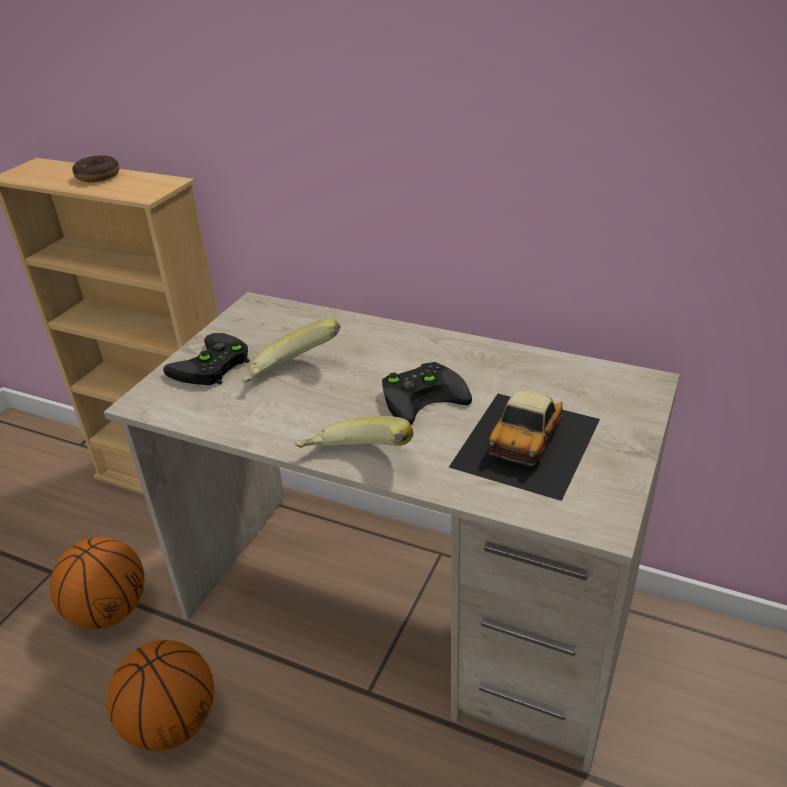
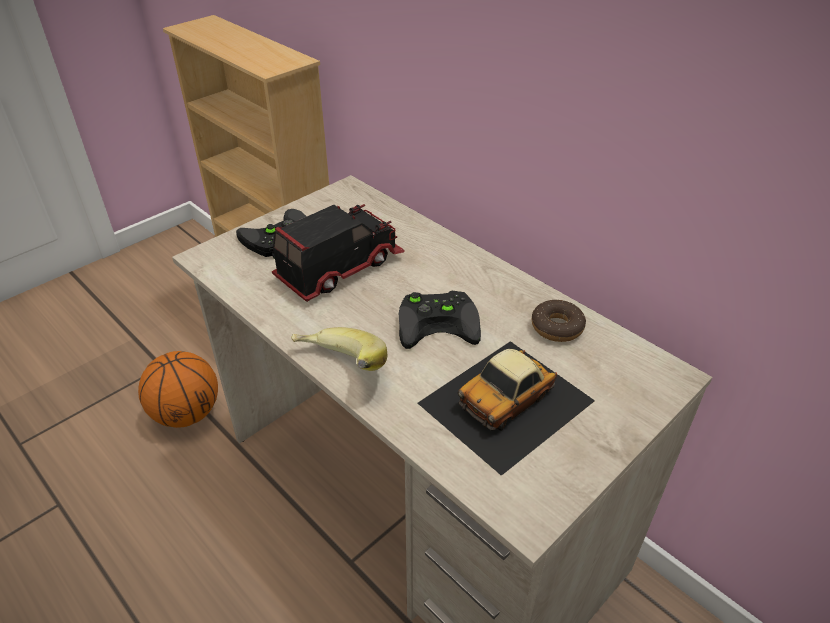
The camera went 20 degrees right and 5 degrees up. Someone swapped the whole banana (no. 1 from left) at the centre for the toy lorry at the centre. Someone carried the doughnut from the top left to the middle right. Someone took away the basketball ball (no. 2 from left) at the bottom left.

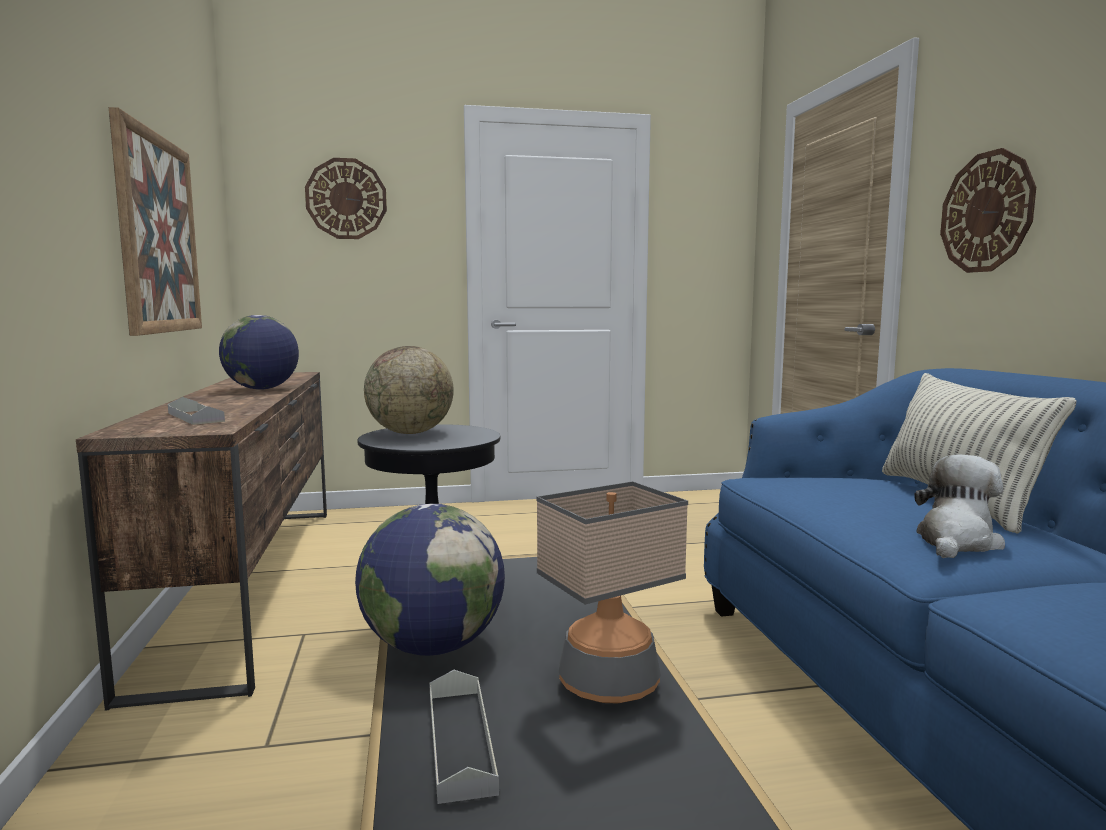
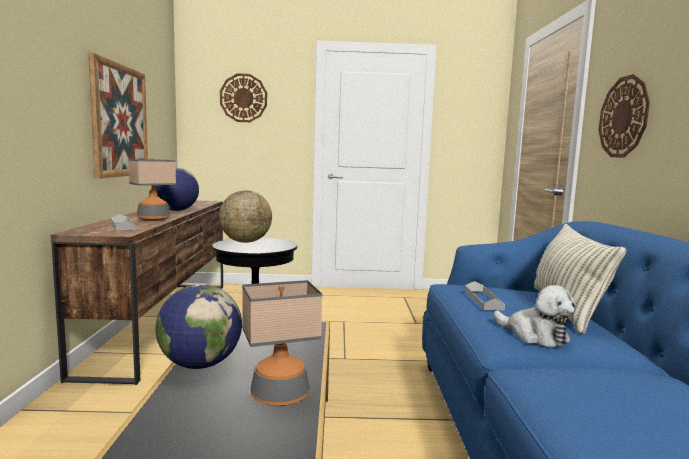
The camera went 10 degrees right and 0 degrees up. Someone put down the table lamp (no. 1 from left) at the middle left. Someone carried the serving tray in greyish (no. 2 from left) from the bottom centre to the middle right. Someone rotated the soft toy at the middle right by 90 degrees clockwise.

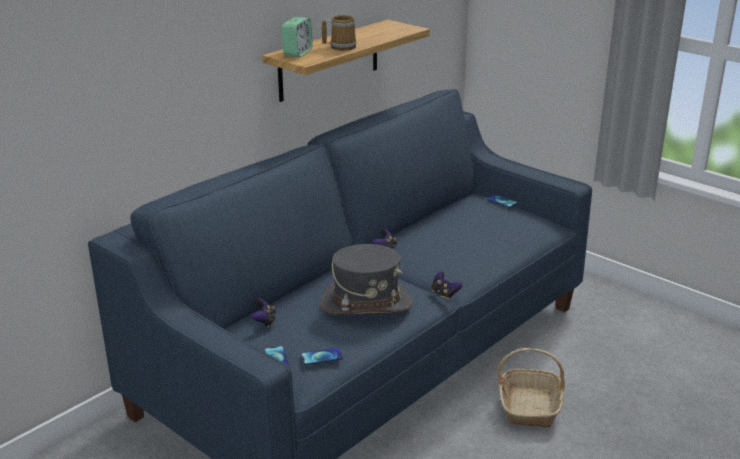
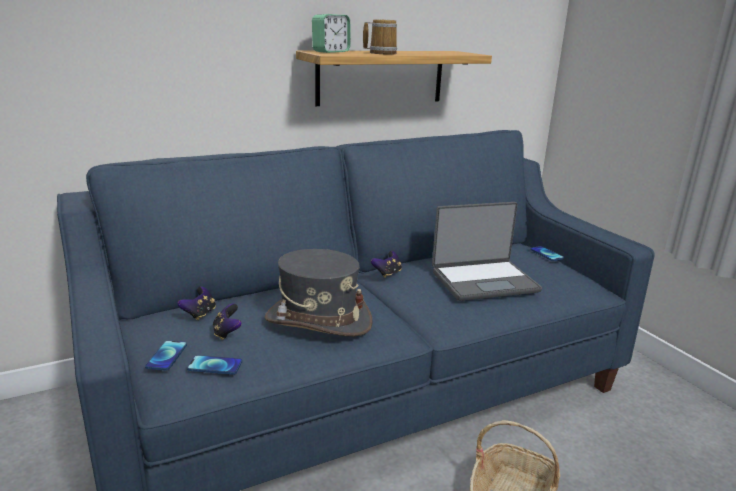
The camera went 20 degrees right and 5 degrees down. Someone carried the game controller (no. 3 from left in the first image) from the centre to the middle left. Someone put down the laptop at the centre.

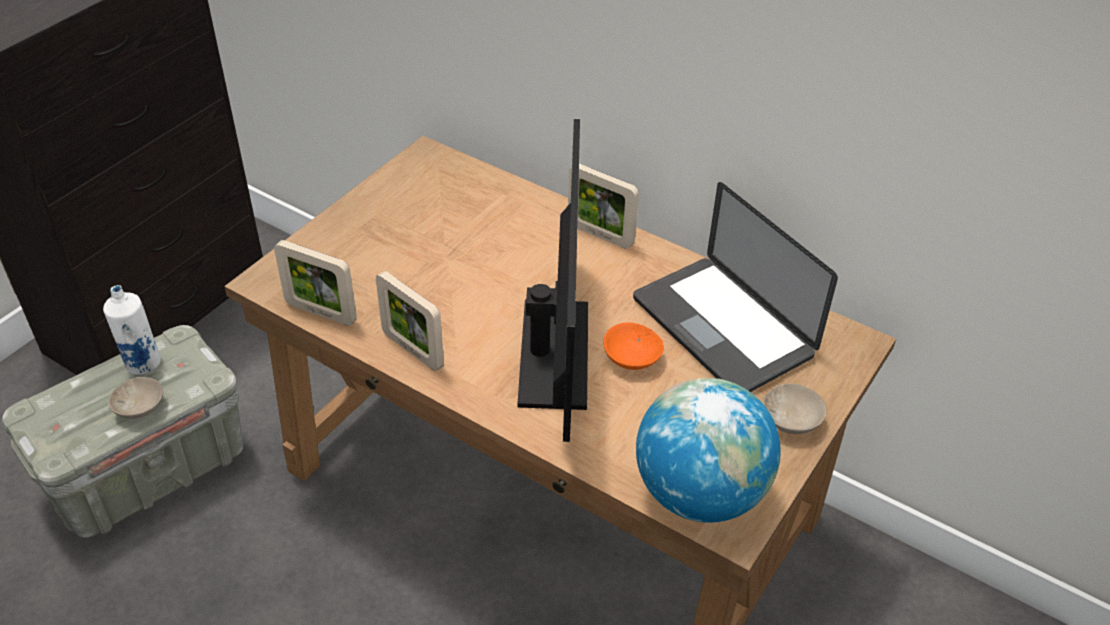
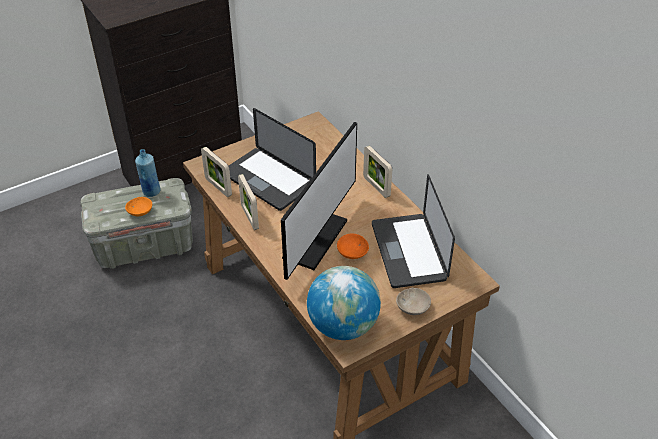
The camera went 25 degrees right and 0 degrees up. Someone repainted the serving bowl in sand-coloured (no. 1 from left) at the middle left, which became the serving bowl in orange-coloured (no. 1 from left) at the middle left. Someone repainted the drink bottle in white-coloured at the middle left, which became the drink bottle in blue-coloured at the middle left. Someone put down the laptop (no. 1 from left) at the centre.

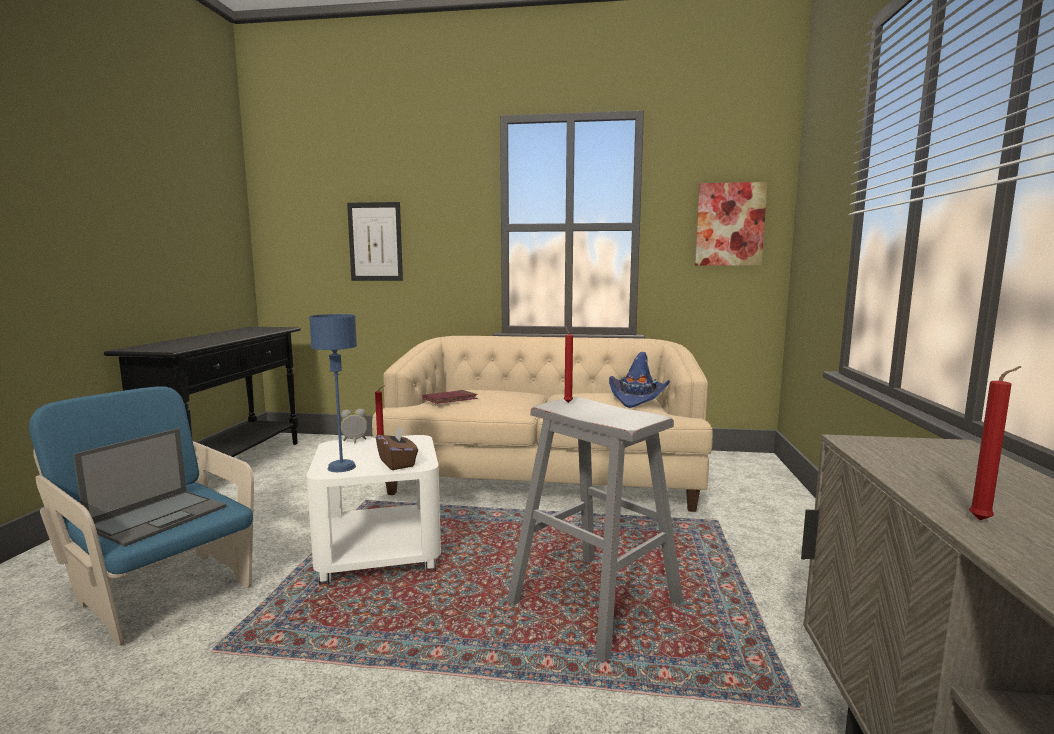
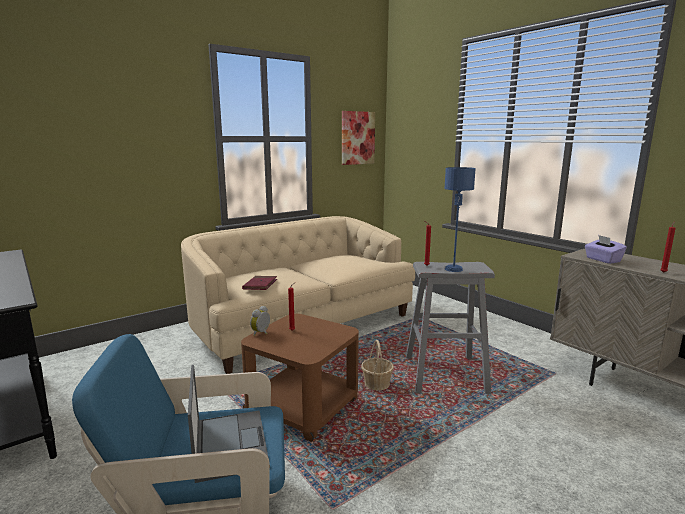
The camera went 45 degrees left and 5 degrees up. Someone repainted the accent table in white-coloured at the bottom centre, which became the accent table in brown-coloured at the bottom centre. Someone put down the household basket at the bottom centre. Someone carried the table lamp in blue-coloured from the middle left to the middle right. Someone put down the tissue holder in purple-coloured at the middle right. Someone took away the wall picture (no. 1 from left) at the top centre. Someone took away the tissue holder in brown-coloured at the centre. Someone took away the wearable hat in blue-coloured at the centre.

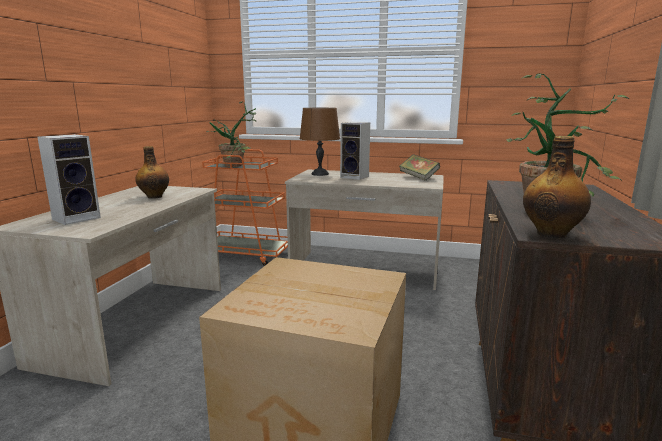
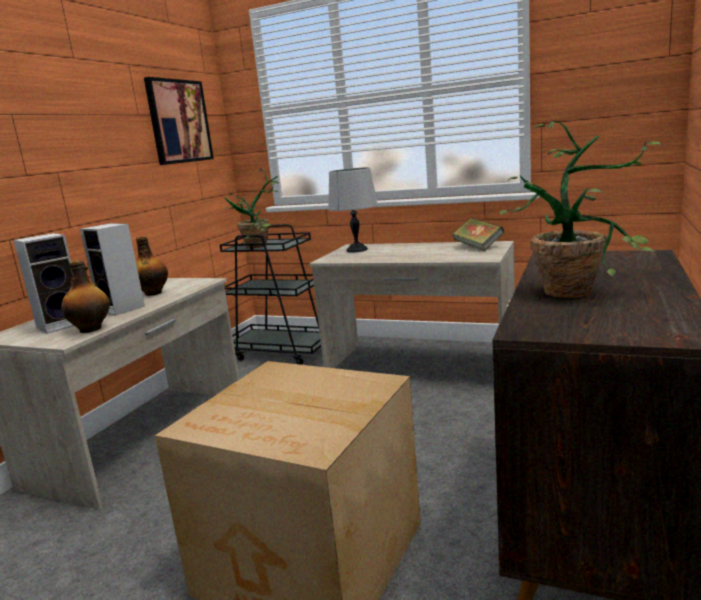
The camera went 10 degrees right and 0 degrees up. Someone carried the drink bottle (no. 2 from left in the first image) from the middle right to the middle left. Someone carried the audio speaker (no. 2 from left) from the centre to the middle left. Someone put up the wall picture at the top left. Someone repainted the cart in orange-coloured at the centre, which became the cart in black at the centre. Someone repainted the table lamp in brown-coloured at the top centre, which became the table lamp in greyish at the centre.

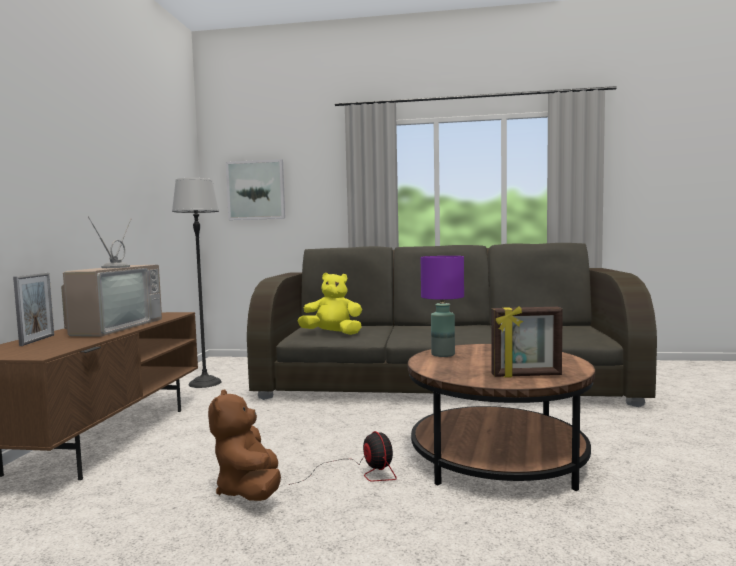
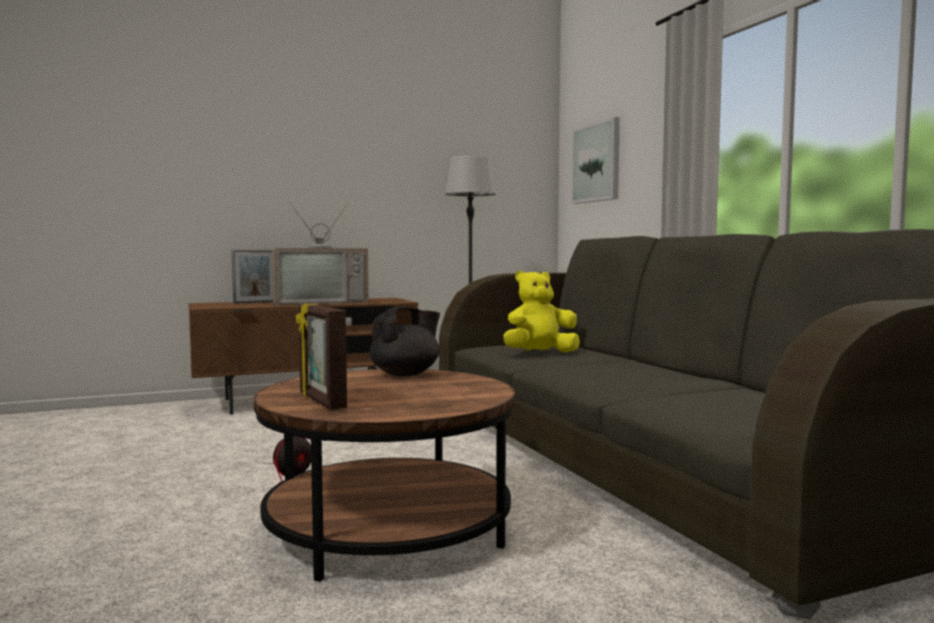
The camera went 60 degrees right and 0 degrees up. Someone swapped the table lamp in purple-coloured at the centre for the tea pot in black at the centre. Someone rotated the soft toy in yellowish at the centre by 90 degrees counterclockwise. Someone took away the soft toy in brown-coloured at the bottom left.

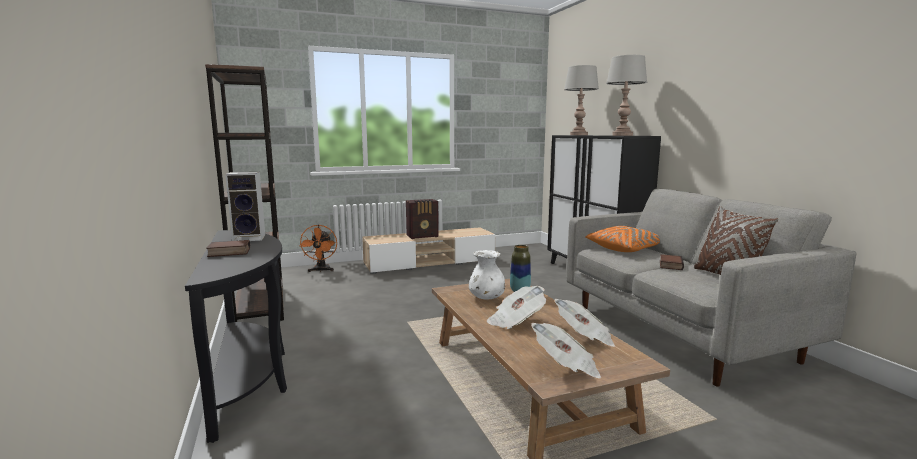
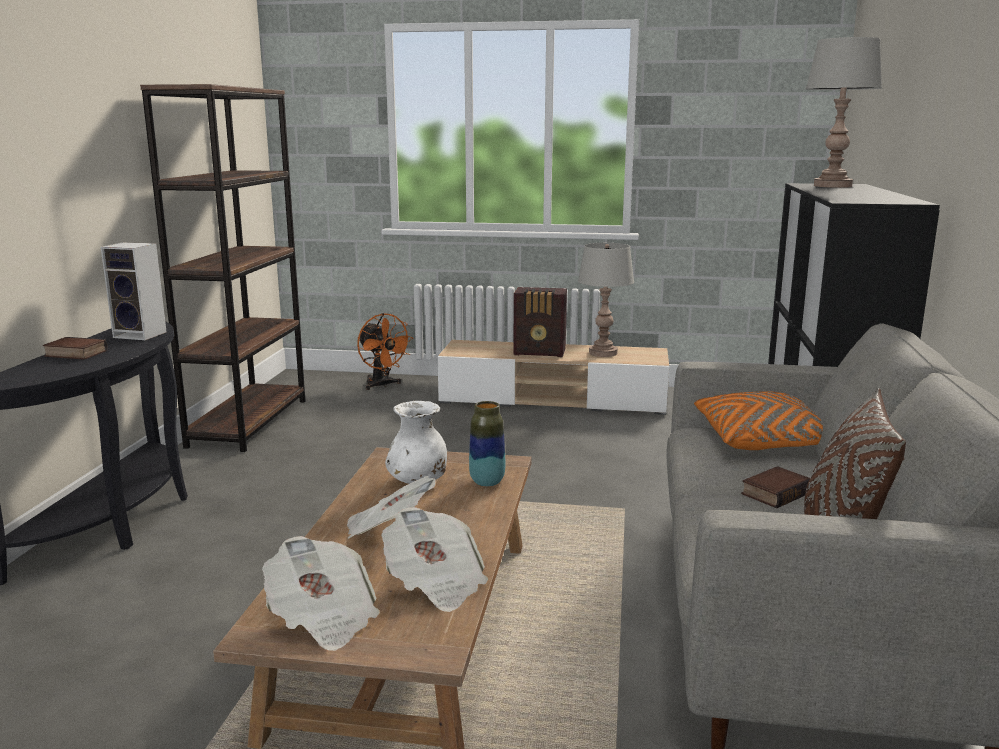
The camera went 30 degrees right and 5 degrees up. Someone rotated the fan in orange-coloured at the centre by 60 degrees counterclockwise. Someone carried the table lamp in greyish (no. 2 from left in the first image) from the top right to the centre.

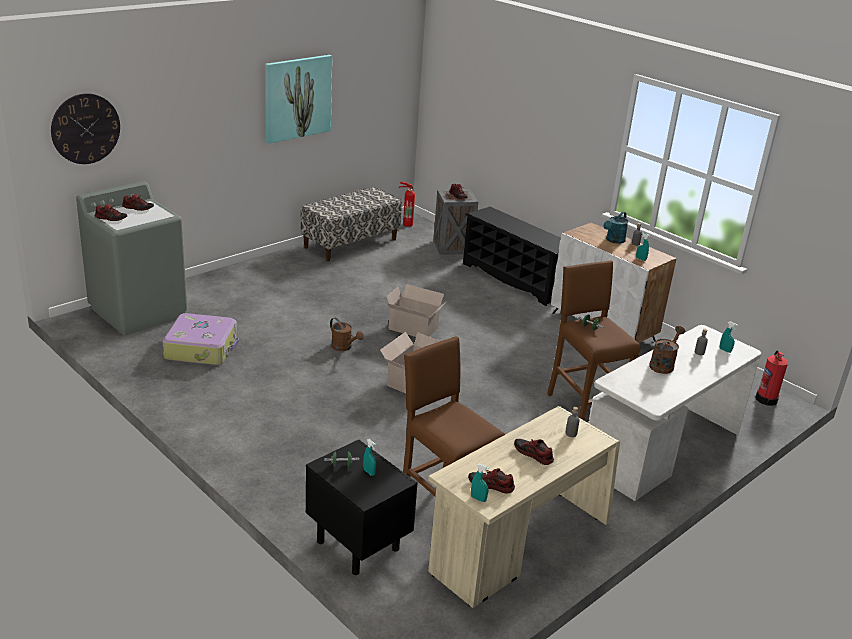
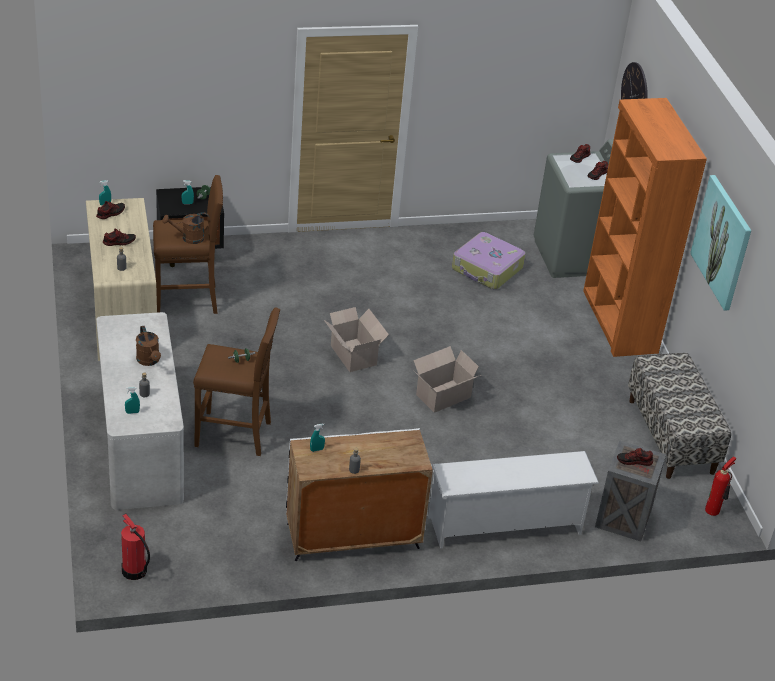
The camera went 120 degrees right and 10 degrees up. Someone carried the watering pot in brown-coloured (no. 1 from left in the first image) from the centre to the middle left. Someone repainted the shoe shelf in black at the centre, which became the shoe shelf in white-coloured at the bottom centre. Someone put down the bookcase in orange-coloured at the middle right. Someone took away the watering pot in turquoise at the middle right.

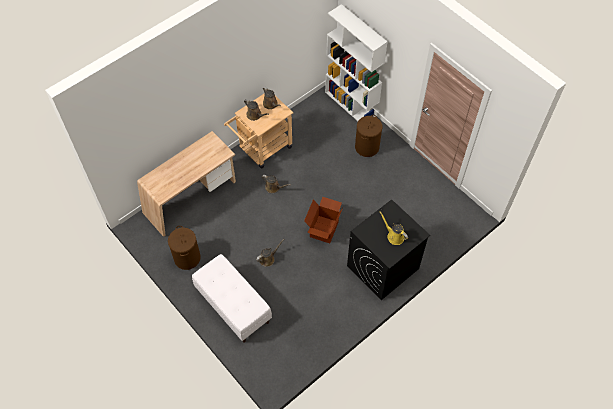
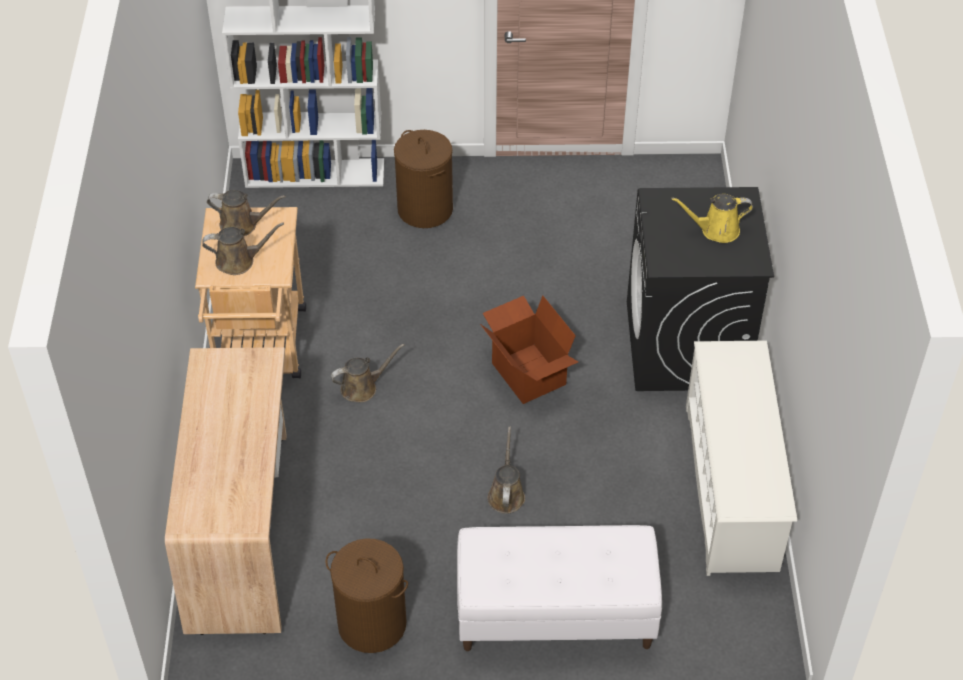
The camera went 50 degrees left and 10 degrees down. Someone put down the shoe shelf in white-coloured at the bottom right.

